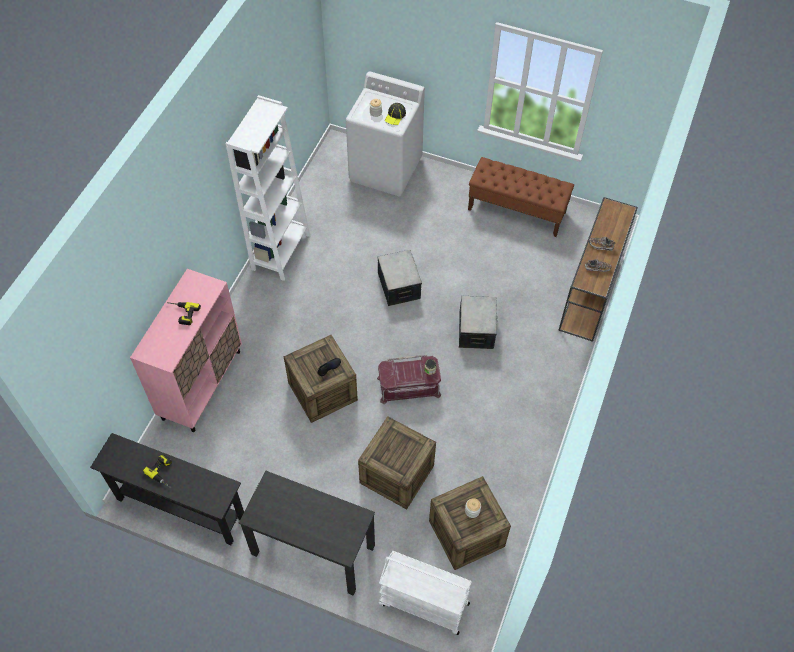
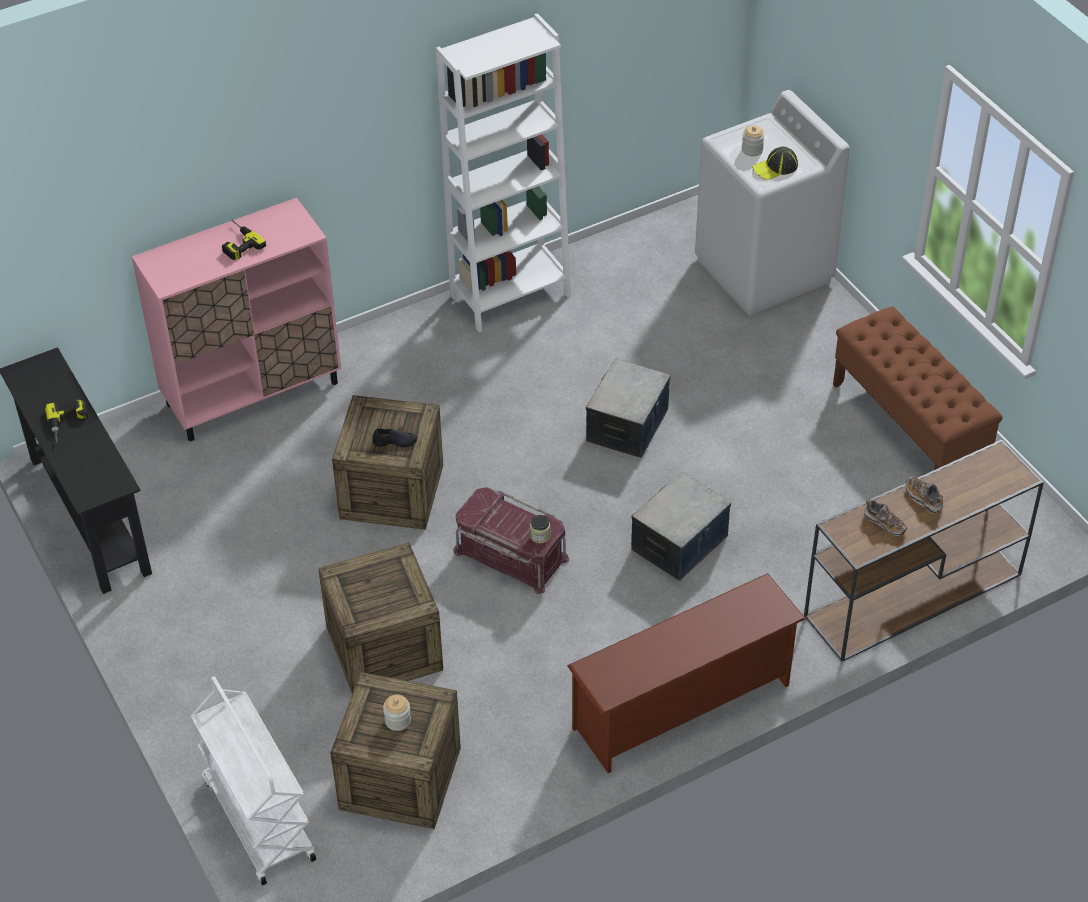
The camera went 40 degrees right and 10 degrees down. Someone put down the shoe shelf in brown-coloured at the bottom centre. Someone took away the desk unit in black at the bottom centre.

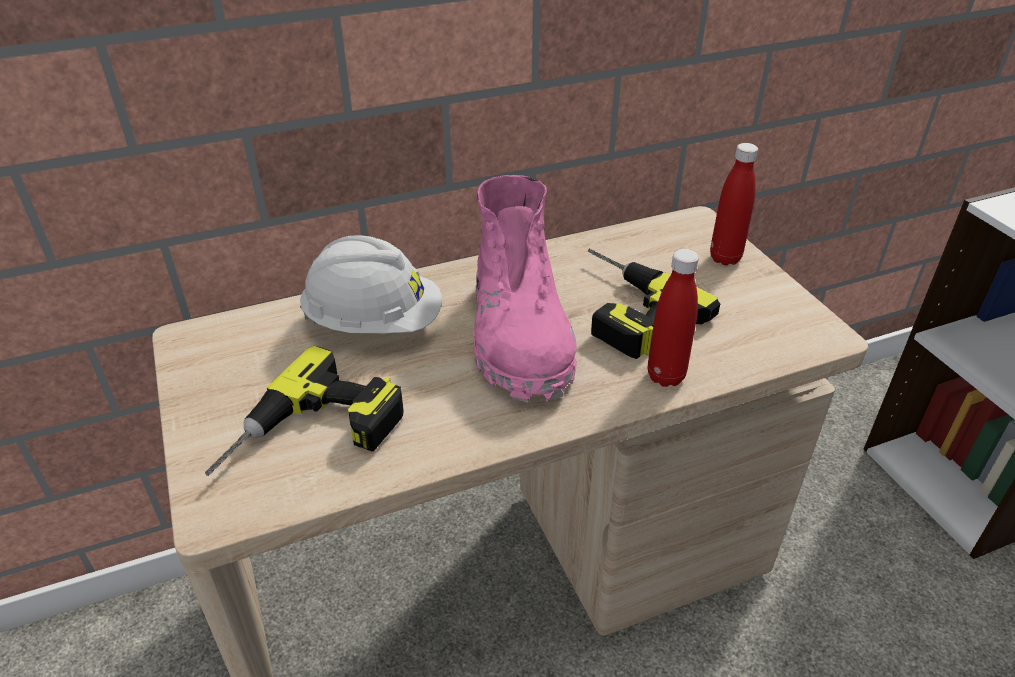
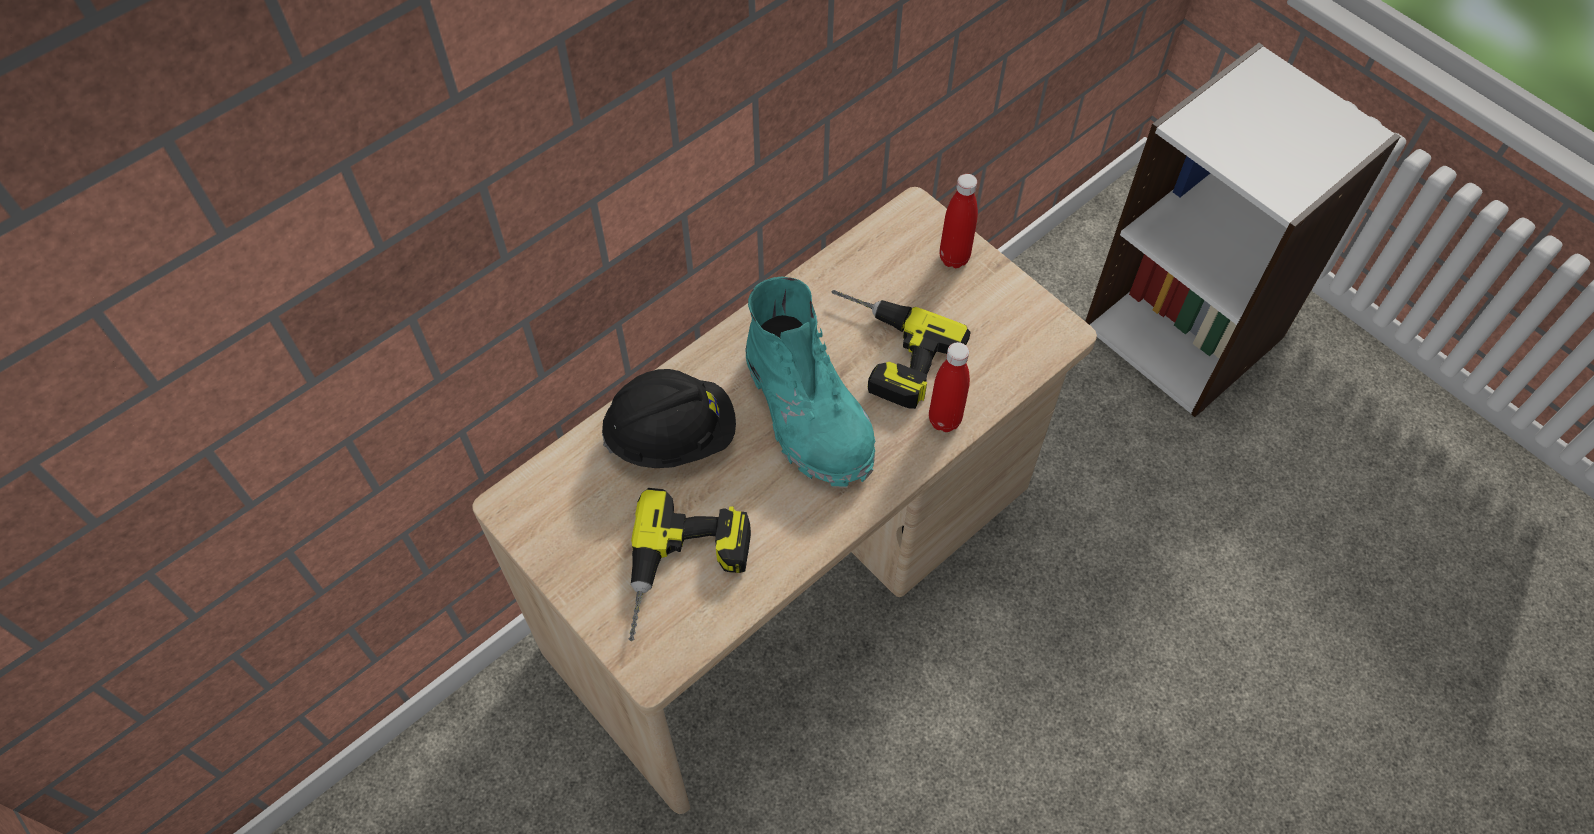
The camera went 20 degrees left and 20 degrees up. Someone repainted the hard hat in white-coloured at the centre, which became the hard hat in black at the centre. Someone repainted the high-top boot in pink at the centre, which became the high-top boot in turquoise at the centre.

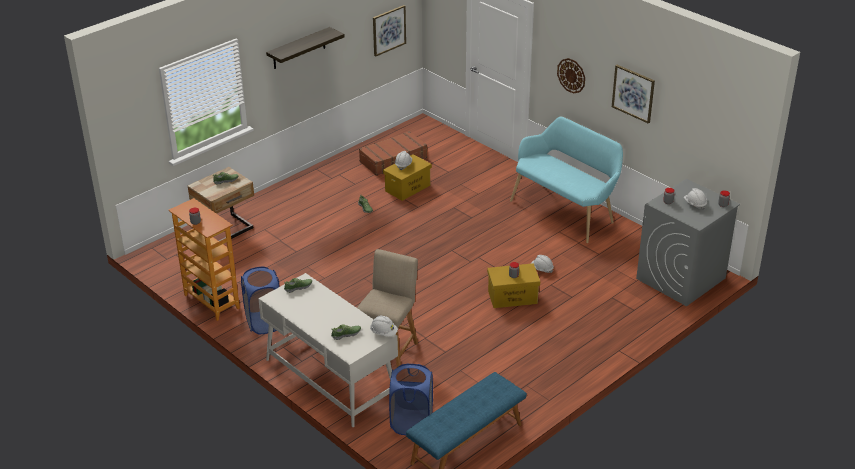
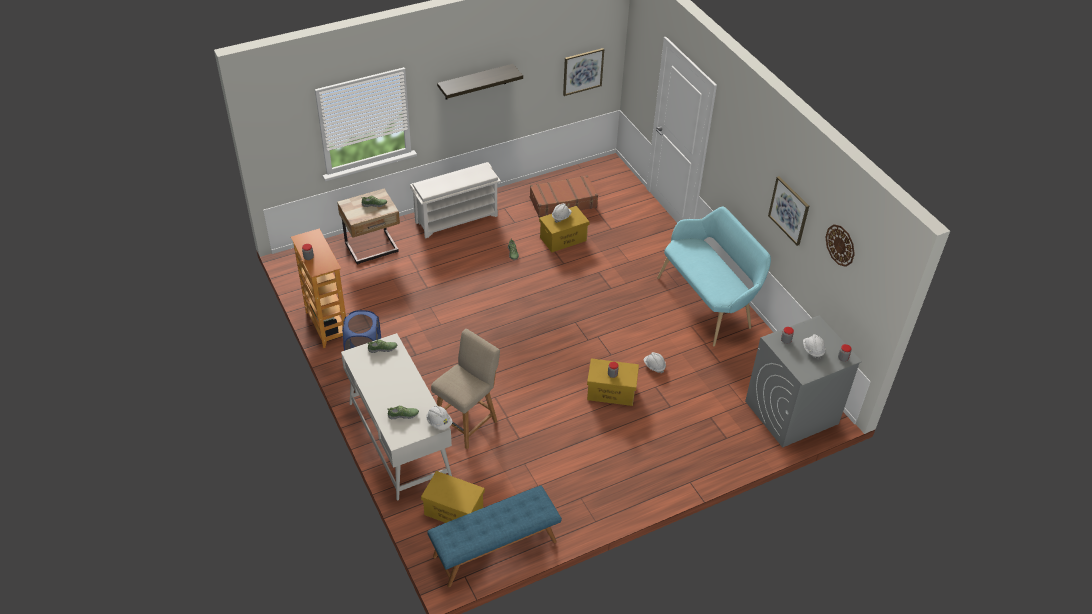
The camera went 15 degrees right and 10 degrees up. Someone put down the shoe shelf in white-coloured at the top centre. Someone swapped the laundry basket in blue-coloured (no. 2 from left) at the bottom centre for the storage container in yellowish (no. 1 from left) at the bottom centre. Someone carried the wall clock from the top right to the middle right.

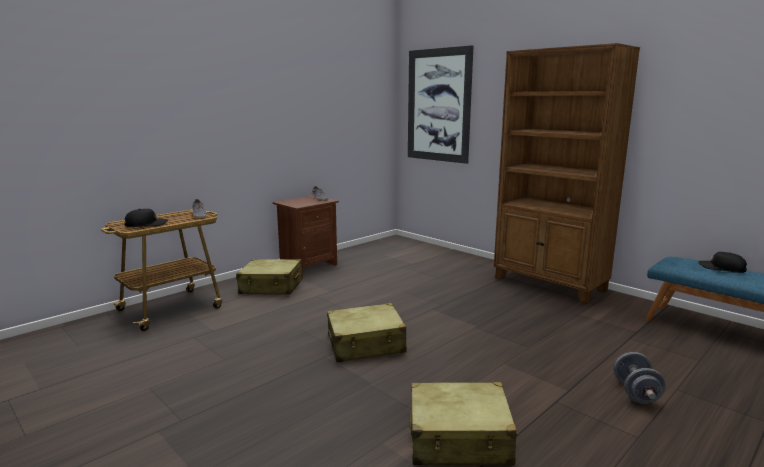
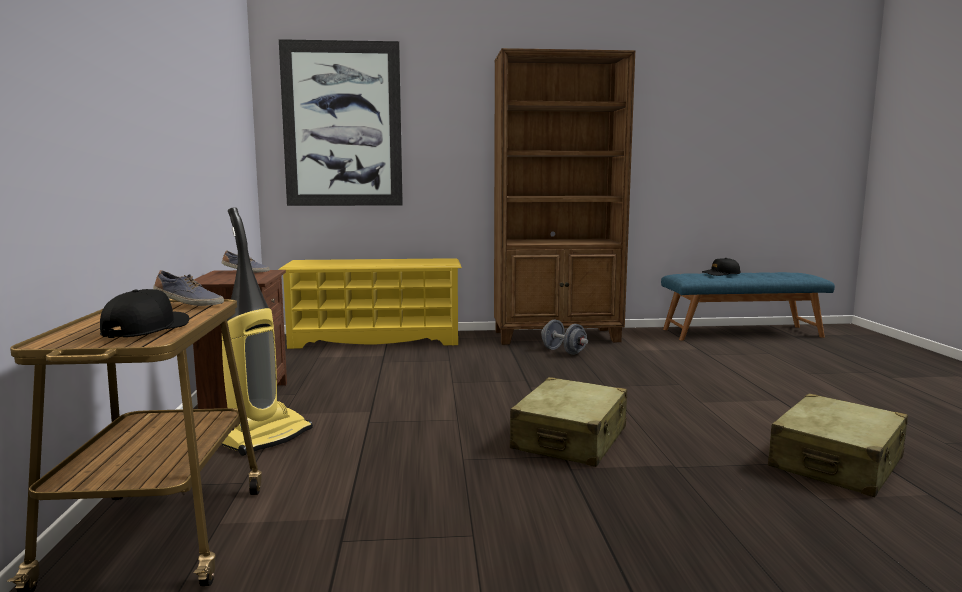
The camera went 50 degrees left and 5 degrees down. Someone swapped the suitcase in sand-coloured (no. 1 from left) at the centre for the hoover at the middle left. Someone put down the shoe shelf in yellowish at the centre. Someone carried the free weight in greyish from the bottom right to the centre.

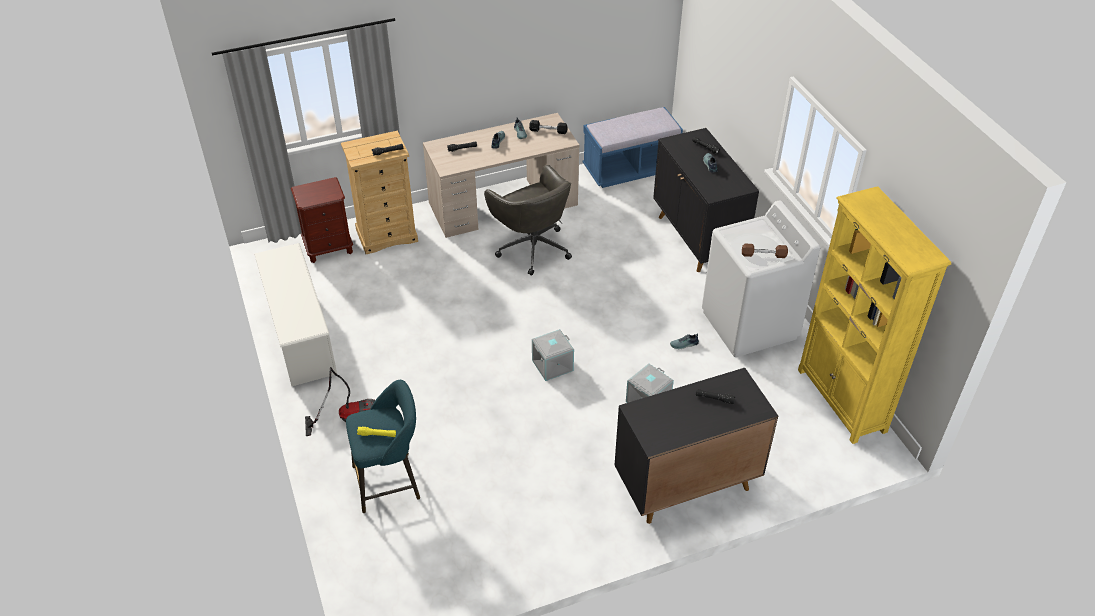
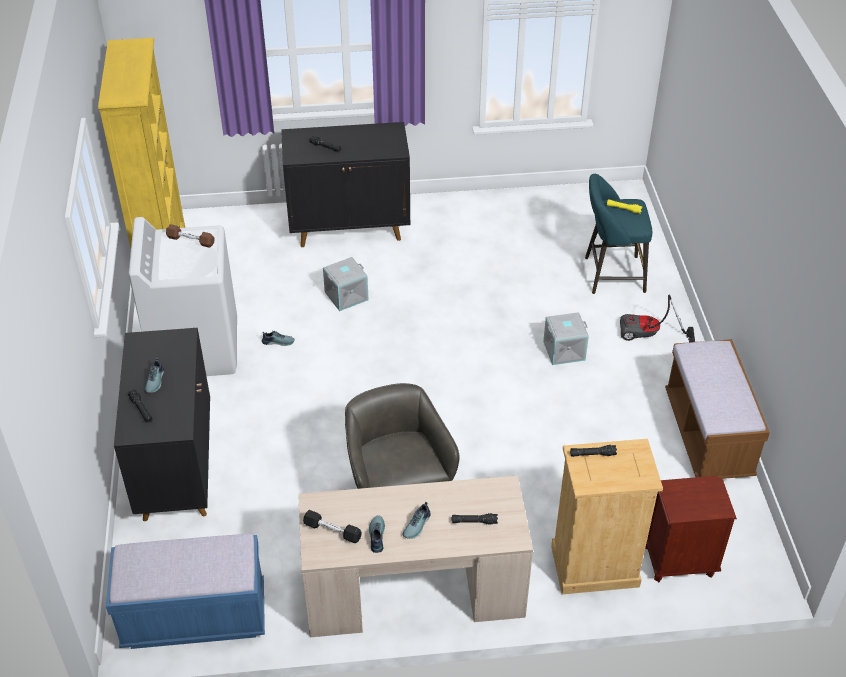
The camera went 165 degrees left and 0 degrees up. Someone carried the storage container in greyish (no. 1 from left in the first image) from the centre to the middle right. Someone swapped the shoe shelf in white-coloured at the middle left for the indoor bench in brown-coloured at the middle right.

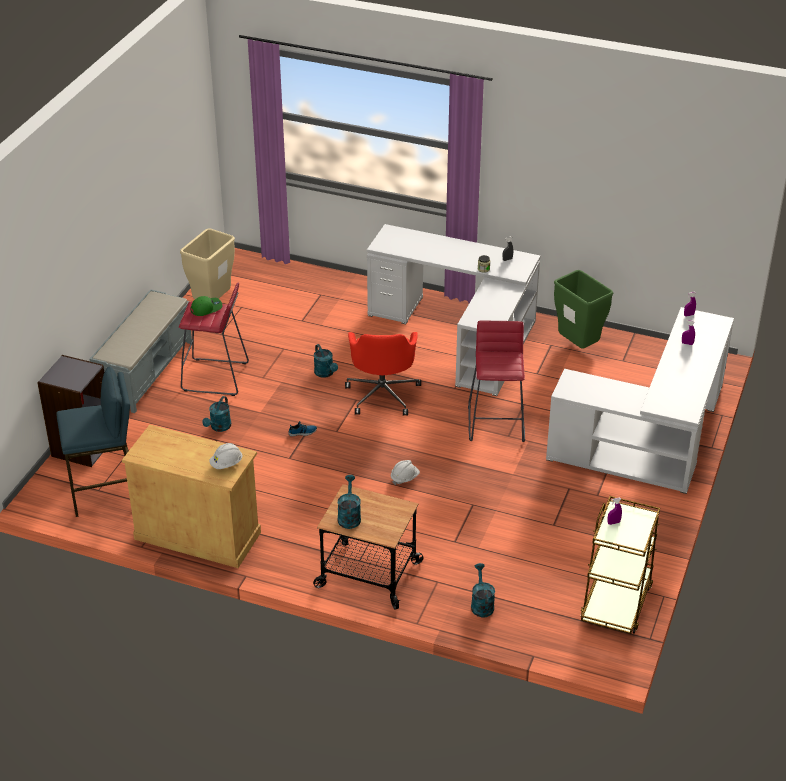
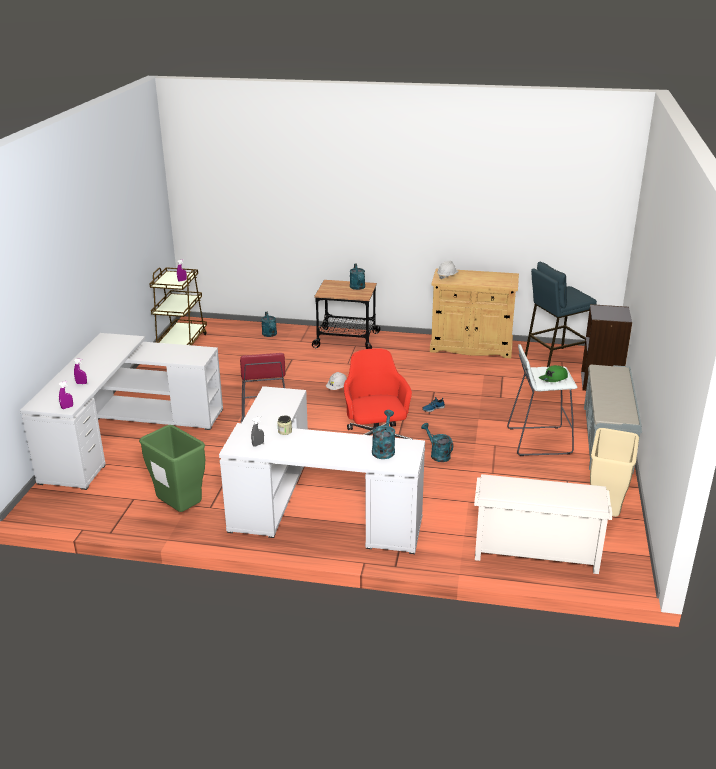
The camera went 170 degrees right and 10 degrees down. Someone carried the watering pot in turquoise (no. 1 from left in the first image) from the middle left to the centre. Someone put down the shoe shelf in white-coloured at the bottom right. Someone repainted the stool in reddish (no. 1 from left) at the middle left, which became the stool in white-coloured at the middle right.

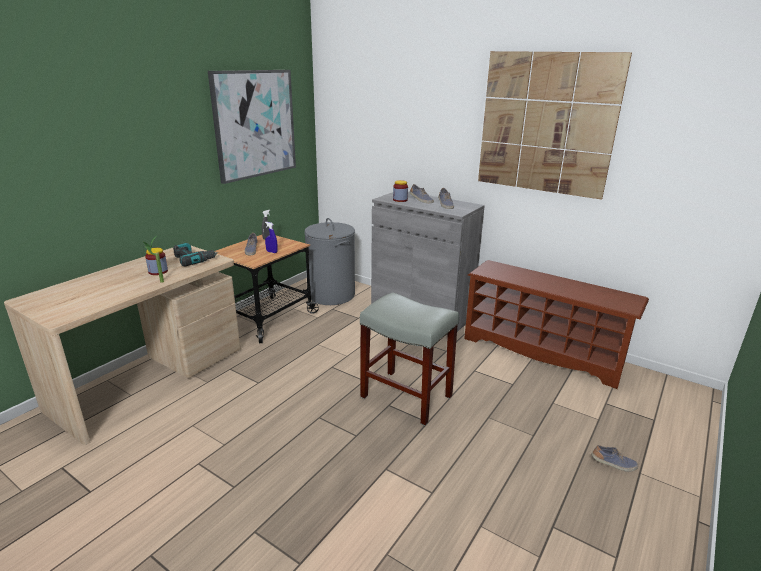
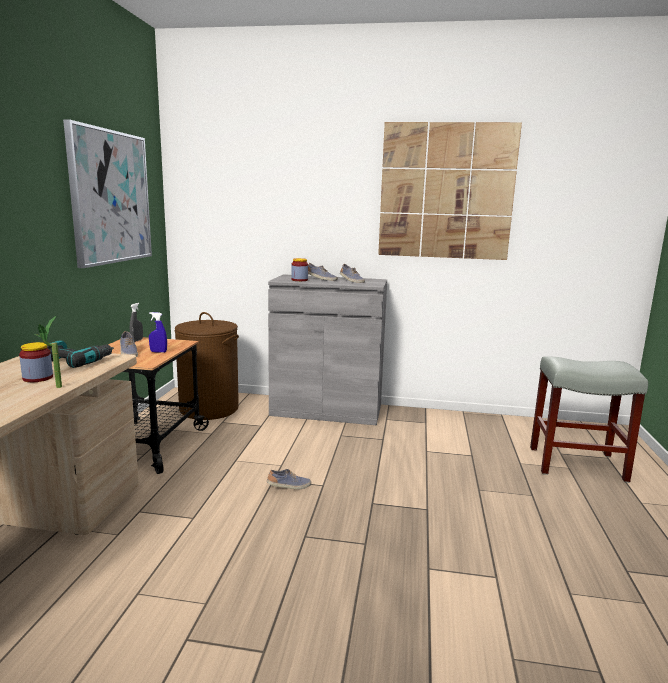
The camera went 25 degrees left and 10 degrees down. Someone repainted the laundry basket in greyish at the centre, which became the laundry basket in brown-coloured at the middle left. Someone carried the low shoe (no. 4 from left in the first image) from the bottom right to the bottom centre. Someone carried the stool in greyish from the centre to the middle right. Someone took away the shoe shelf in brown-coloured at the middle right.

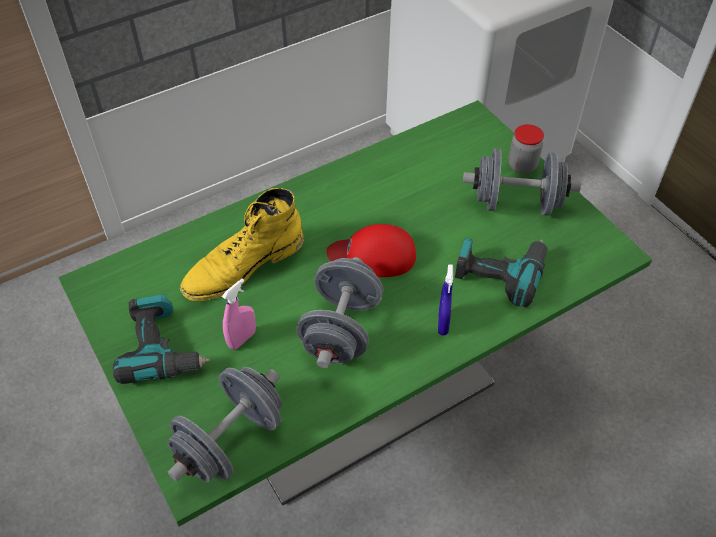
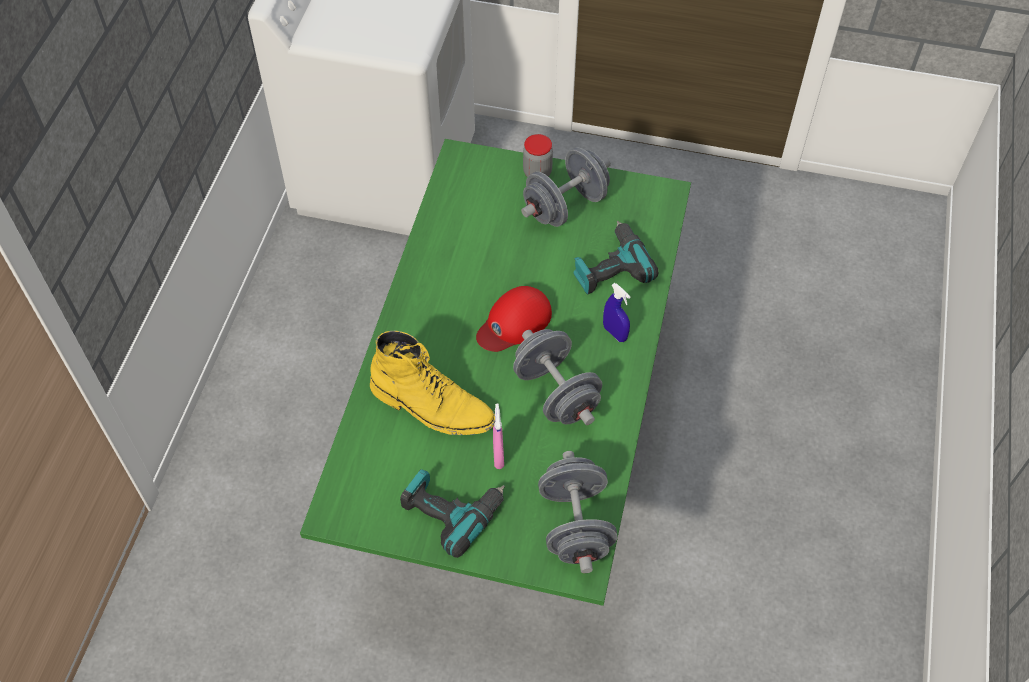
The camera went 45 degrees left and 5 degrees up. Someone rotated the high-top boot in yellowish at the centre by 75 degrees counterclockwise.

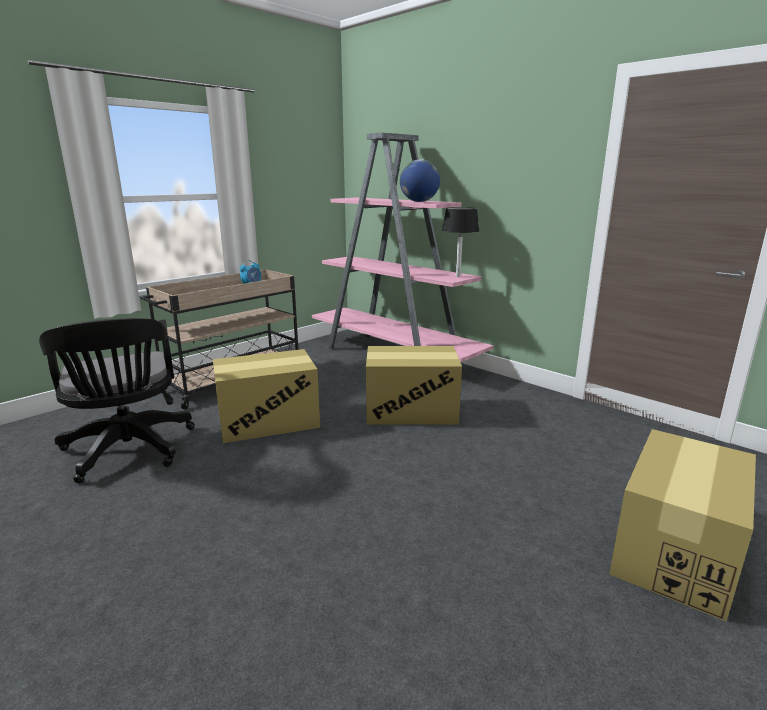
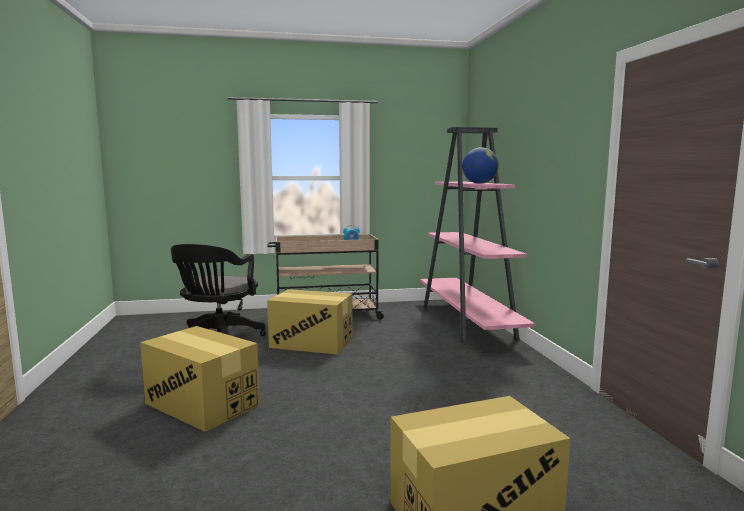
The camera went 35 degrees right and 10 degrees down. Someone carried the packing box (no. 2 from left in the first image) from the centre to the bottom left. Someone took away the table lamp in black at the centre.

